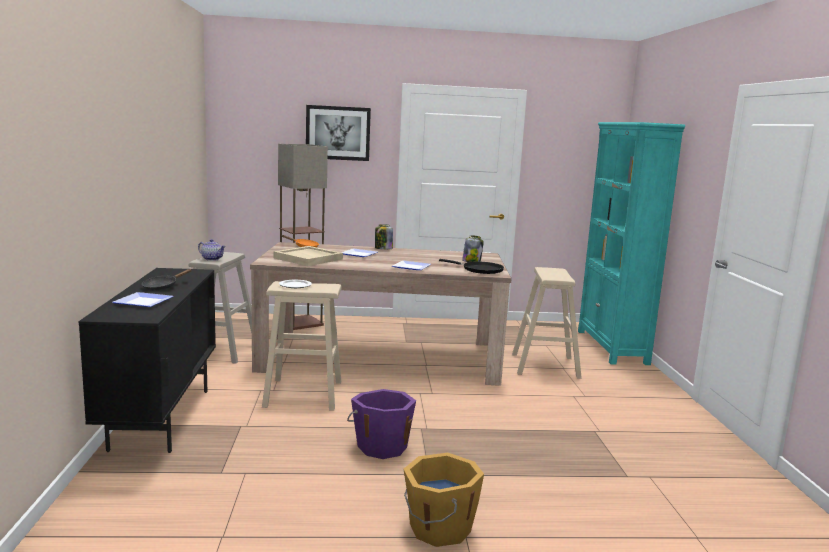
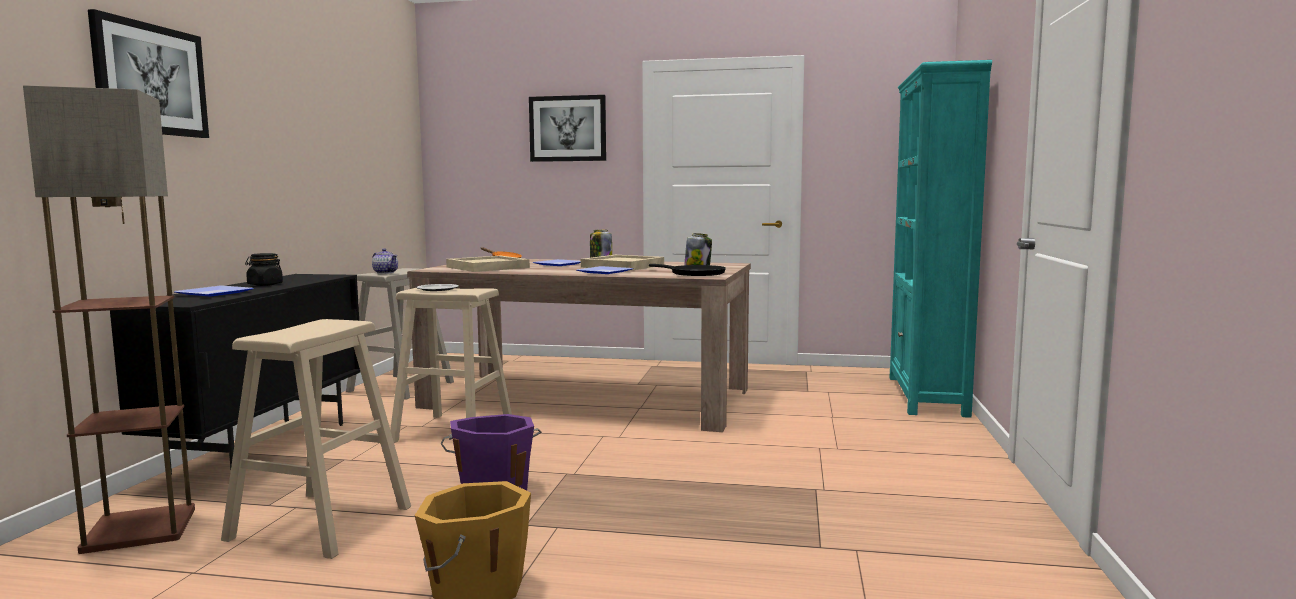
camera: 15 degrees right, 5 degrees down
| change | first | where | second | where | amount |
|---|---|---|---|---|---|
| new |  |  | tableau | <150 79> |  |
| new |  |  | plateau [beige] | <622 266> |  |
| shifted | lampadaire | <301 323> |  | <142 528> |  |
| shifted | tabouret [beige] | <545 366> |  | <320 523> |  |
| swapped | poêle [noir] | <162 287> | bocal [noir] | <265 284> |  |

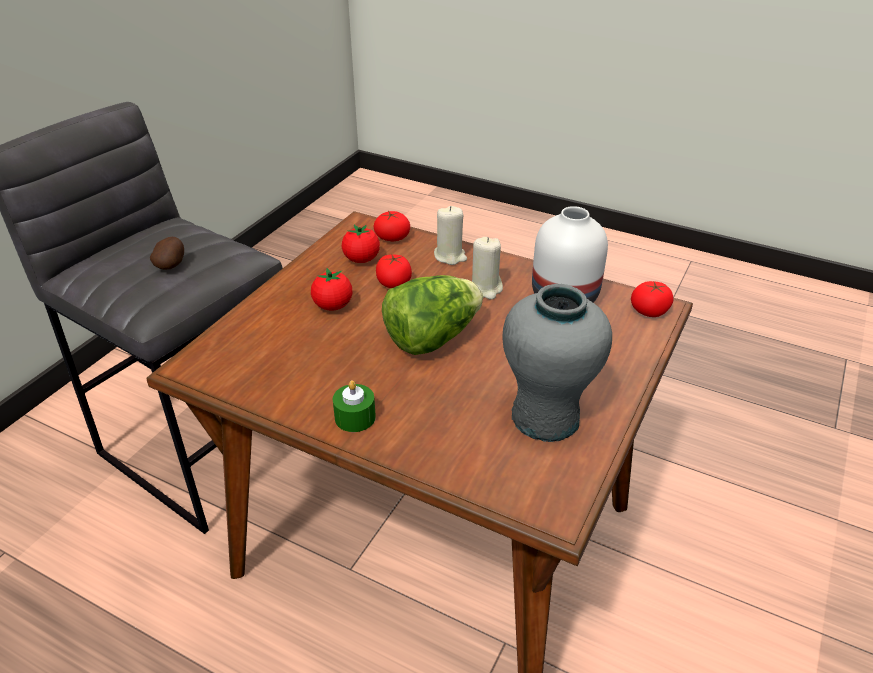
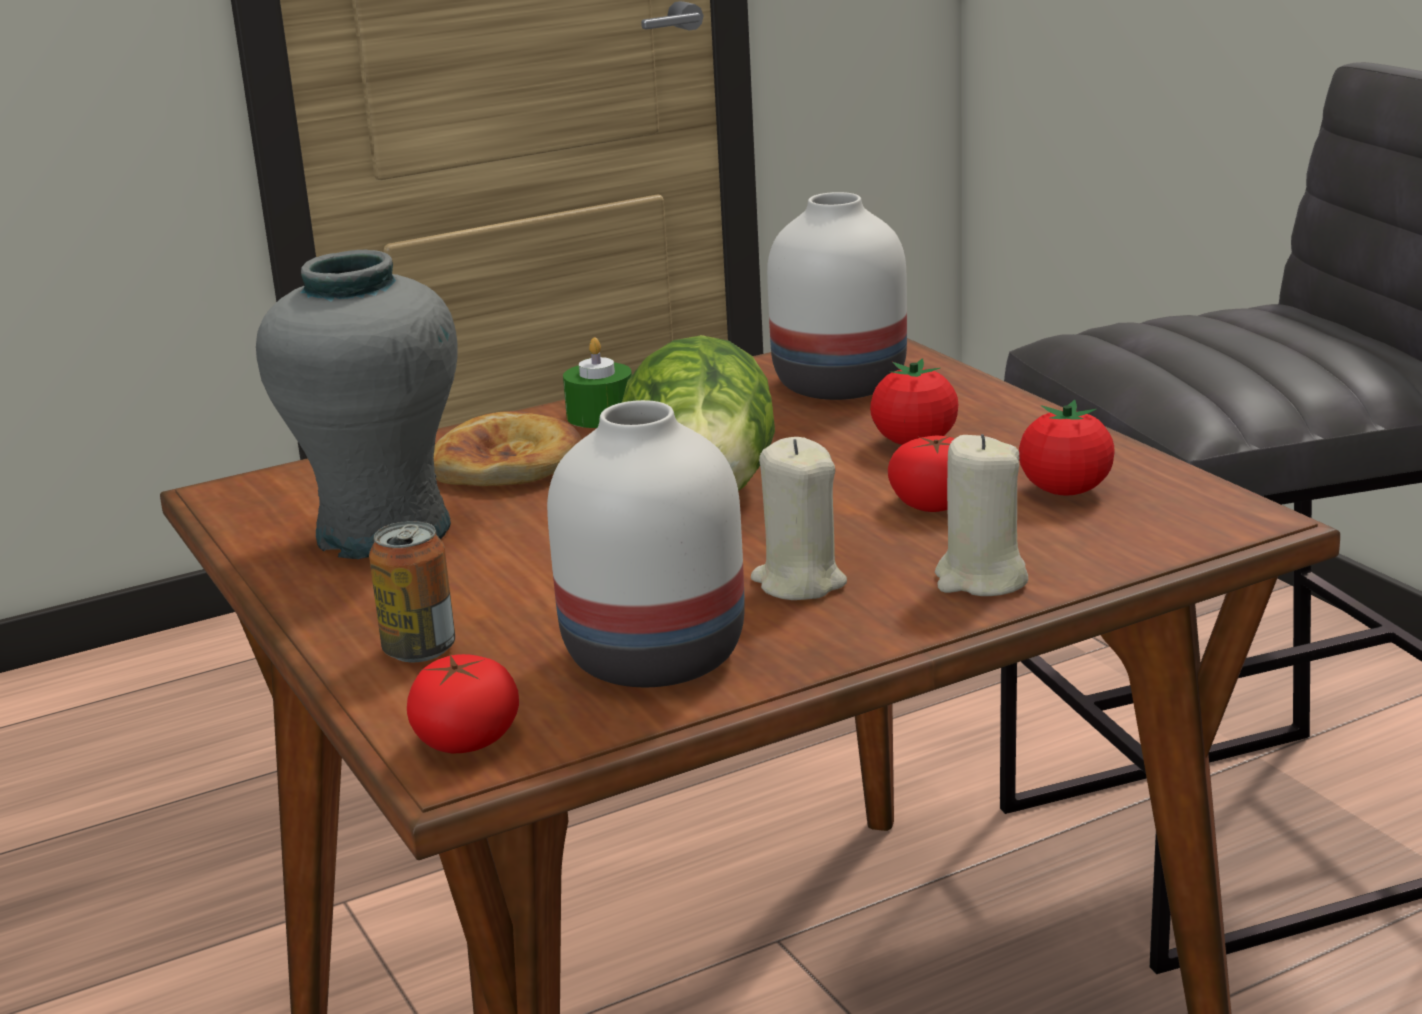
camera: 125 degrees right, 15 degrees down
| change | first | where | second | where | amount |
|---|---|---|---|---|---|
| gone | pomme de terre | <172 265> |  |  |  |
| gone | tomate | <392 237> |  |  |  |
| new |  |  | boîte métallique | <419 650> |  |
| new |  |  | pain | <507 463> |  |
| new |  |  | vase [blanc] | <843 384> |  |

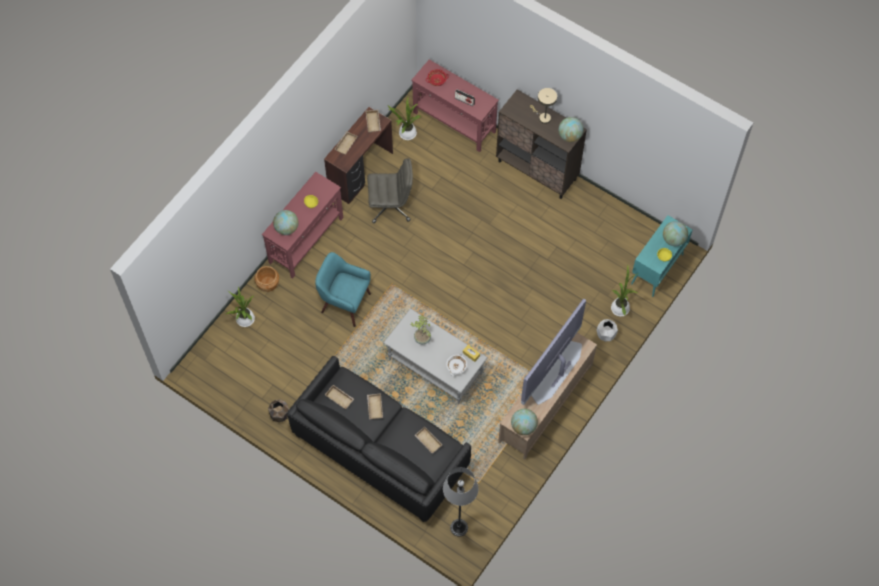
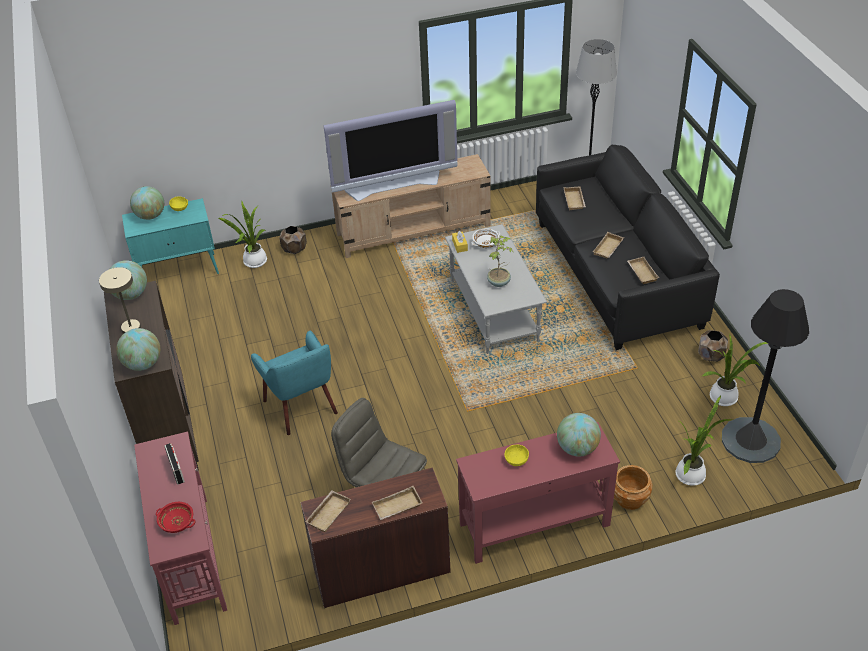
camera: 140 degrees left, 20 degrees down
| change | first | where | second | where | amount |
|---|---|---|---|---|---|
| new |  |  | lampadaire [noir] | <750 440> |  |
| shifted | fauteuil [turquoise] | <345 303> |  | <301 407> |  |
| shifted | plante en pot | <406 133> |  | <725 398> |  |
| shifted | globe | <523 426> |  | <143 364> |  |
| repainted | cache-pot [blanc] | <606 334> | cache-pot [marron] | <294 250> |  |

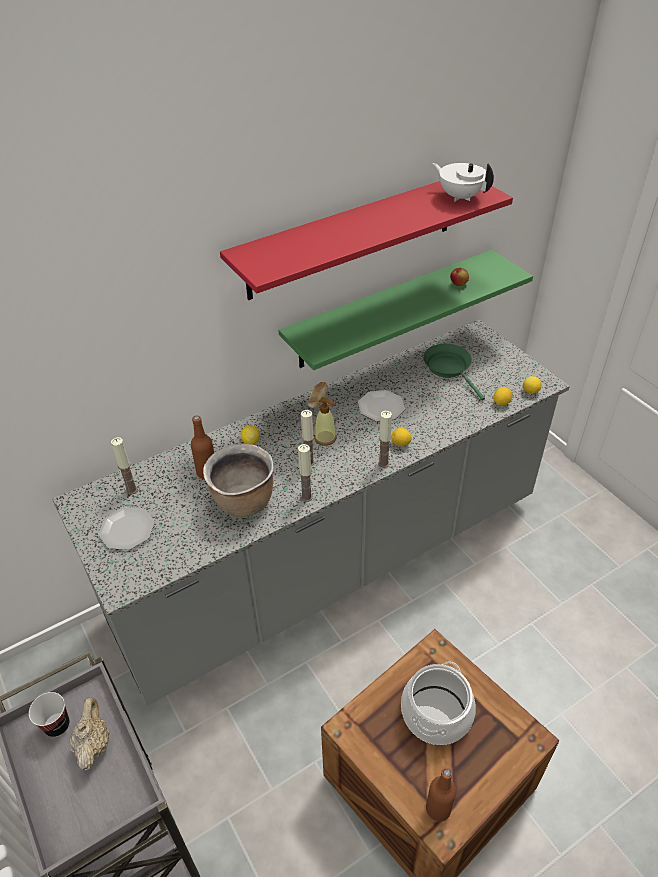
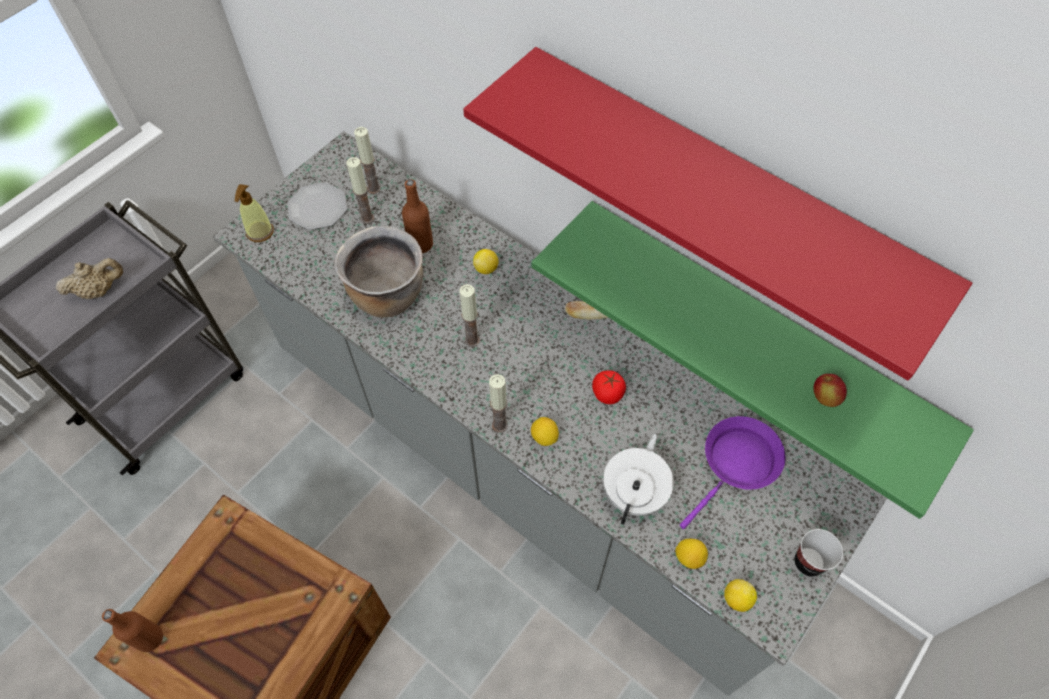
camera: 70 degrees right, 15 degrees up
| change | first | where | second | where | amount |
|---|---|---|---|---|---|
| gone | marmite | <436 714> |  |  |  |
| shifted | tasse | <57 725> |  | <808 562> |  |
| shifted | bougie | <306 497> |  | <367 218> |  |
| shifted | distributeur de savon | <325 438> |  | <260 232> |  |
| shifted | théière [blanc] | <460 197> |  | <635 492> |  |
| swapped | assiette | <381 407> | tomate | <607 393> |  |
| repainted | poêle [vert] | <449 369> | poêle [violet] | <737 465> |  |

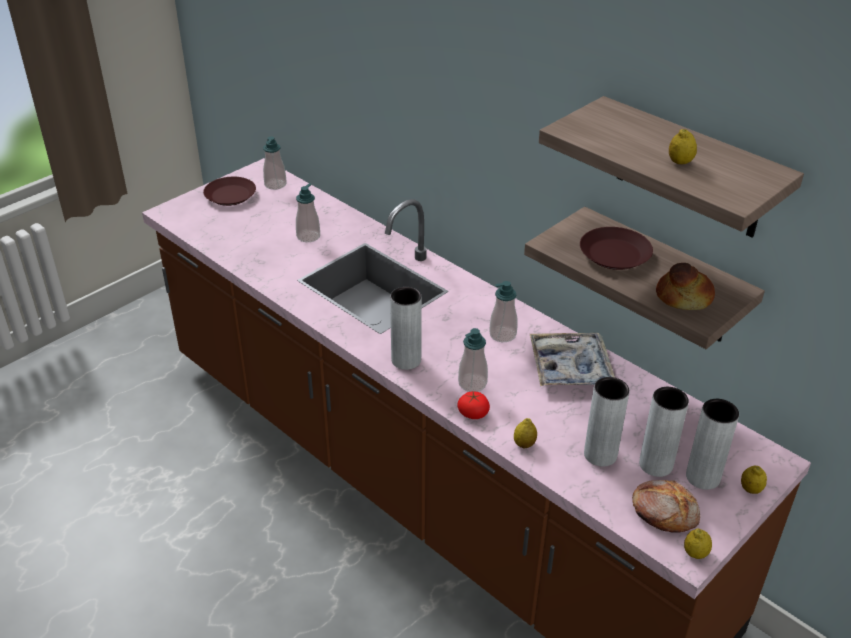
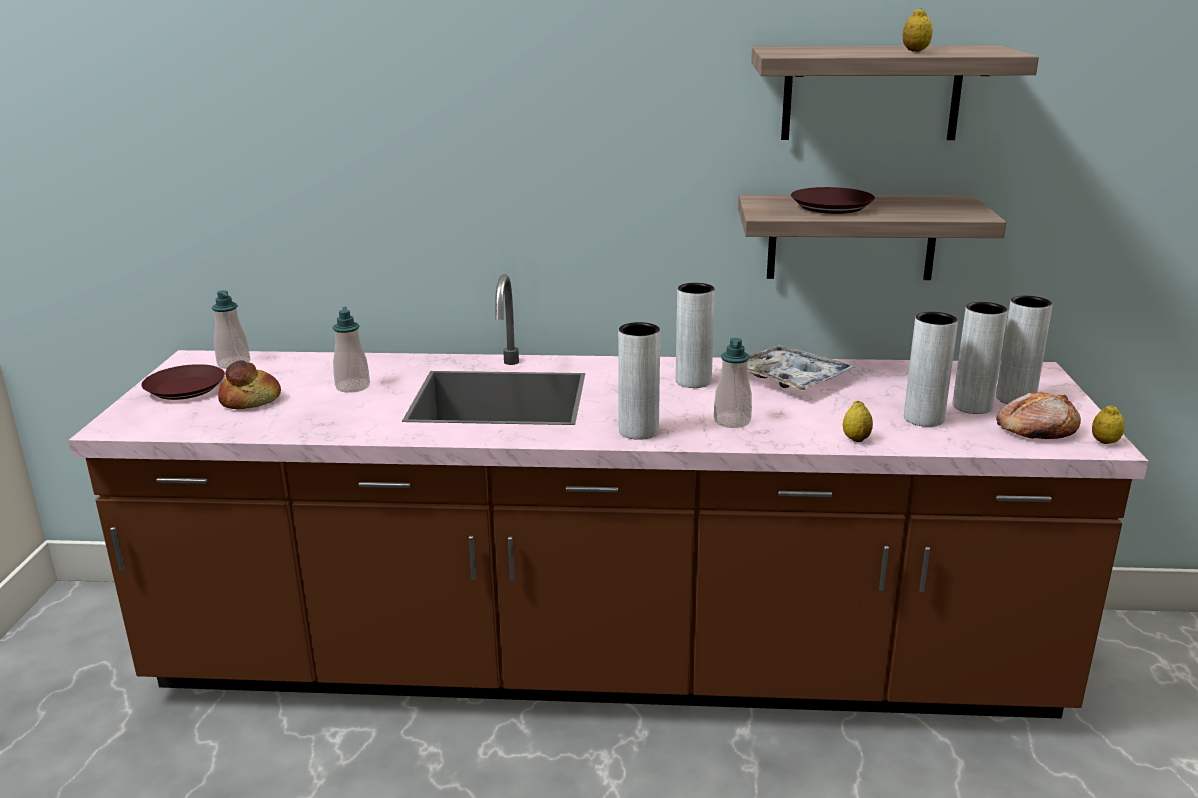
camera: 40 degrees left, 15 degrees down
| change | first | where | second | where | amount |
|---|---|---|---|---|---|
| gone | tomate | <473 413> |  |  |  |
| gone | citron | <750 489> |  |  |  |
| shifted | pain | <684 298> |  | <251 401> |  |
| swapped | distributeur de savon | <502 334> | vase [gris] | <693 381> |  |

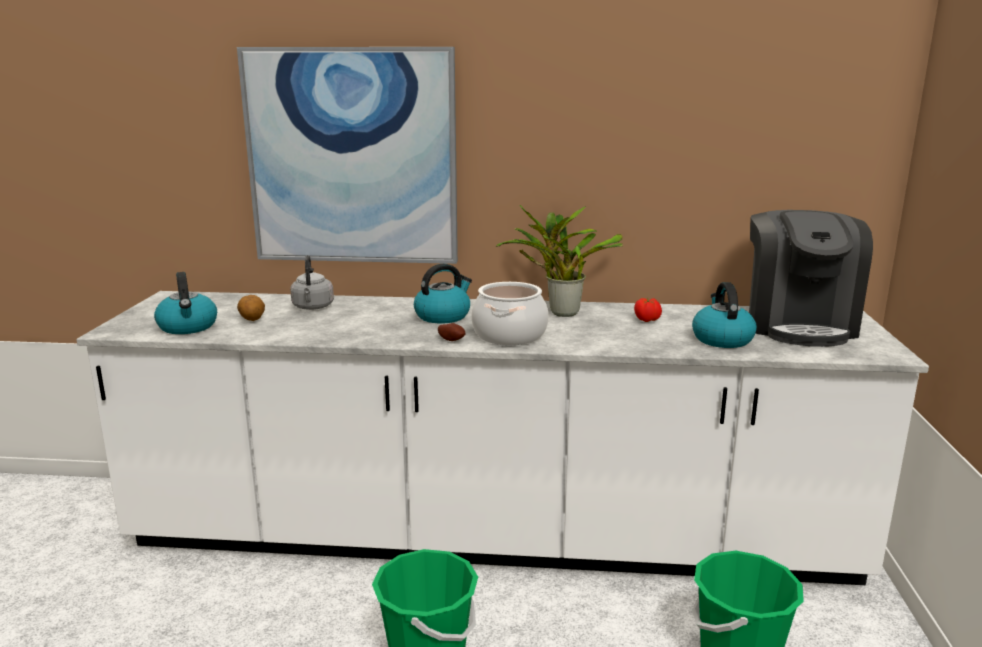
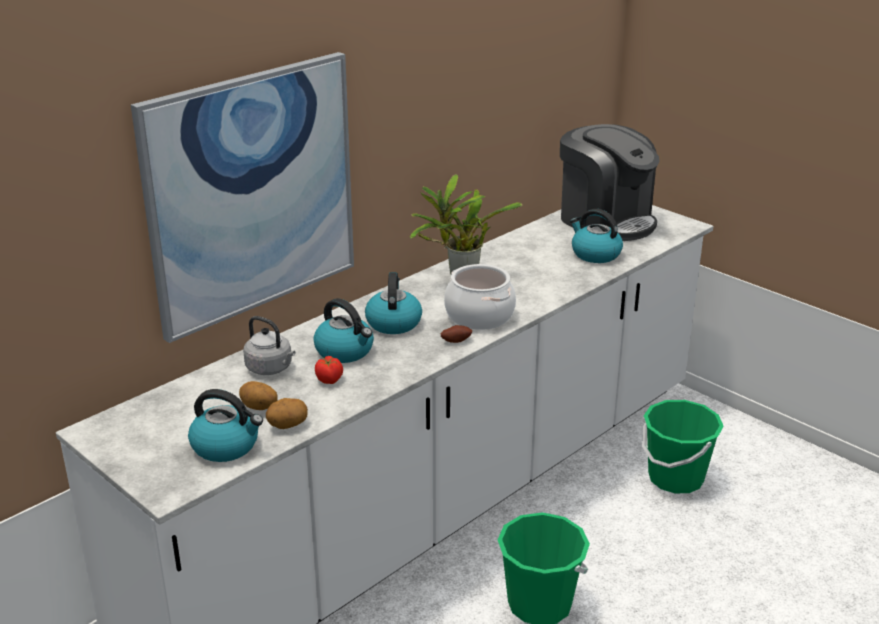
camera: 50 degrees left, 10 degrees up
| change | first | where | second | where | amount |
|---|---|---|---|---|---|
| new |  |  | pomme de terre | <287 425> |  |
| new |  |  | bouilloire | <345 351> |  |
| shifted | tomate | <647 320> |  | <329 380> |  |

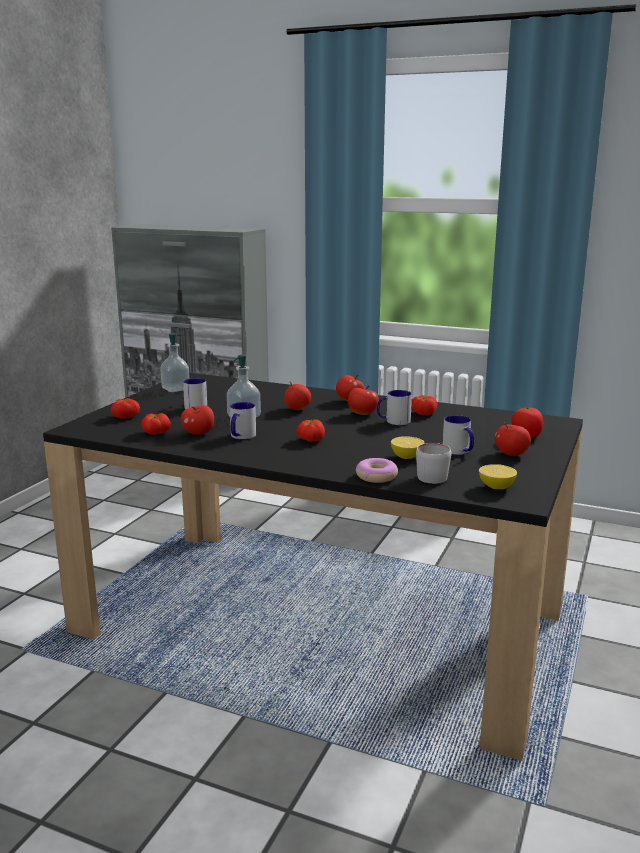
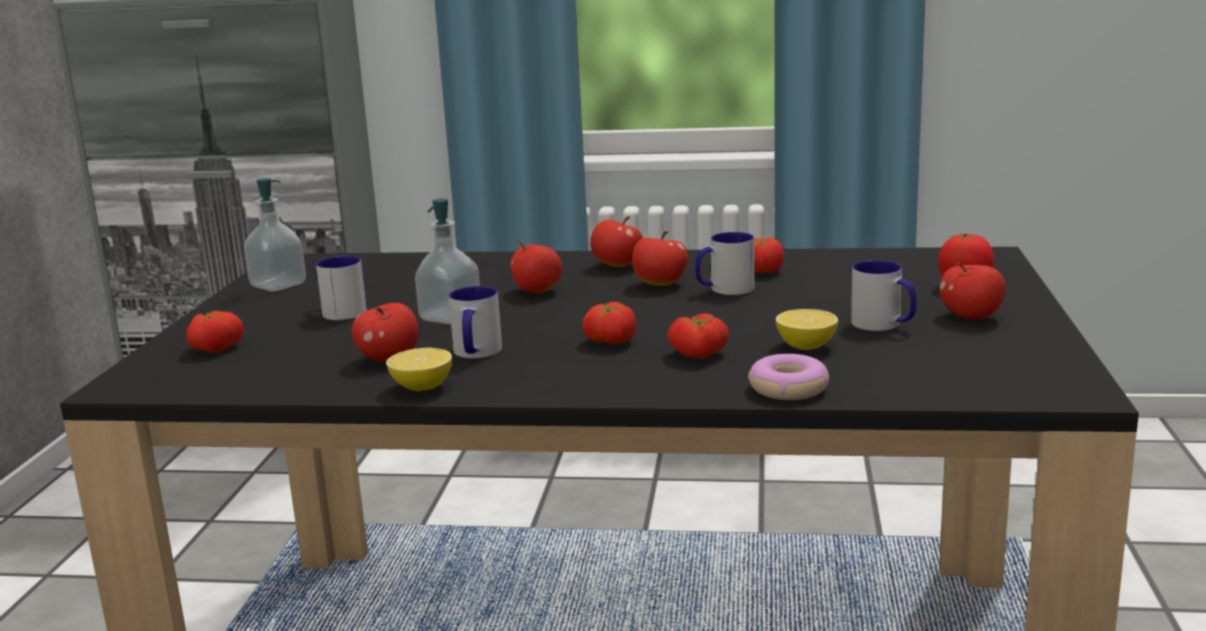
camera: 15 degrees left, 0 degrees up
| change | first | where | second | where | amount |
|---|---|---|---|---|---|
| gone | mug [gris] | <434 475> |  |  |  |
| shifted | tomate | <155 433> |  | <698 355> |  |
| shifted | citron | <496 487> |  | <422 387> |  |

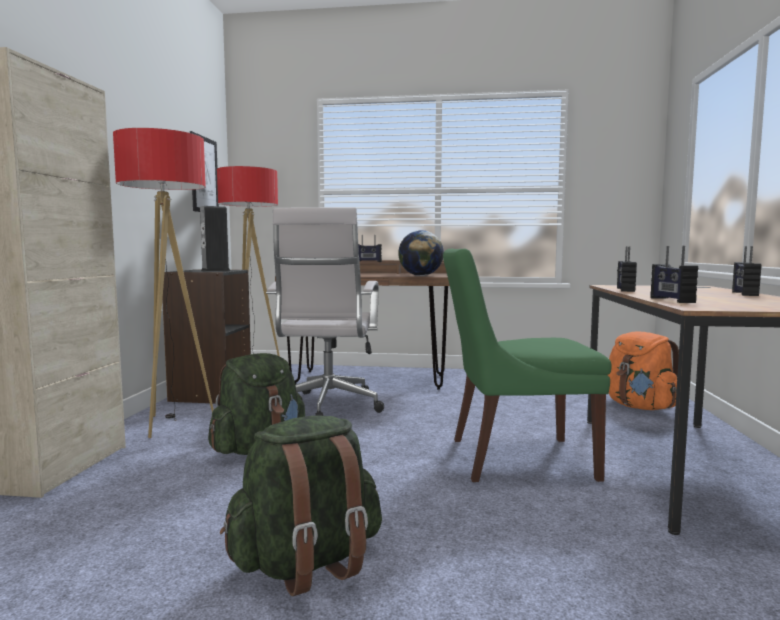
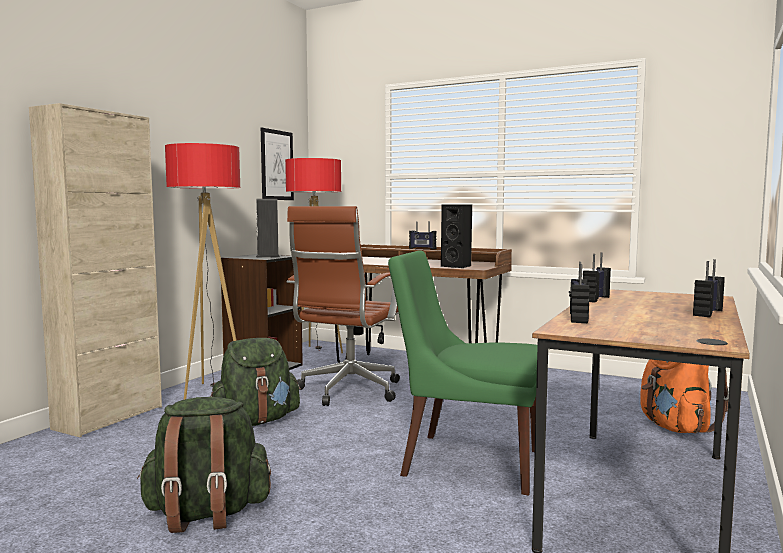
camera: 20 degrees right, 0 degrees up
| change | first | where | second | where | amount |
|---|---|---|---|---|---|
| swapped | globe | <421 275> | enceinte [noir] | <458 266> |  |
| repainted | chaise de bureau [blanc] | <327 408> | chaise de bureau [marron] | <347 392> |  |

